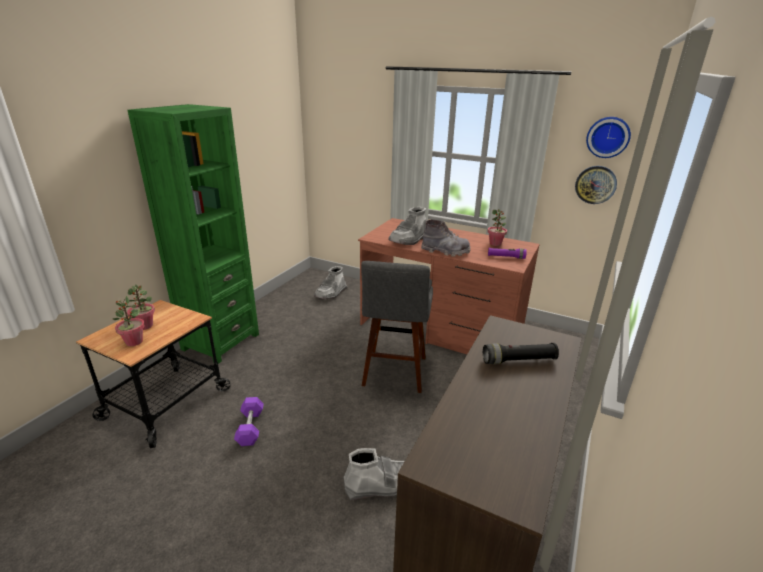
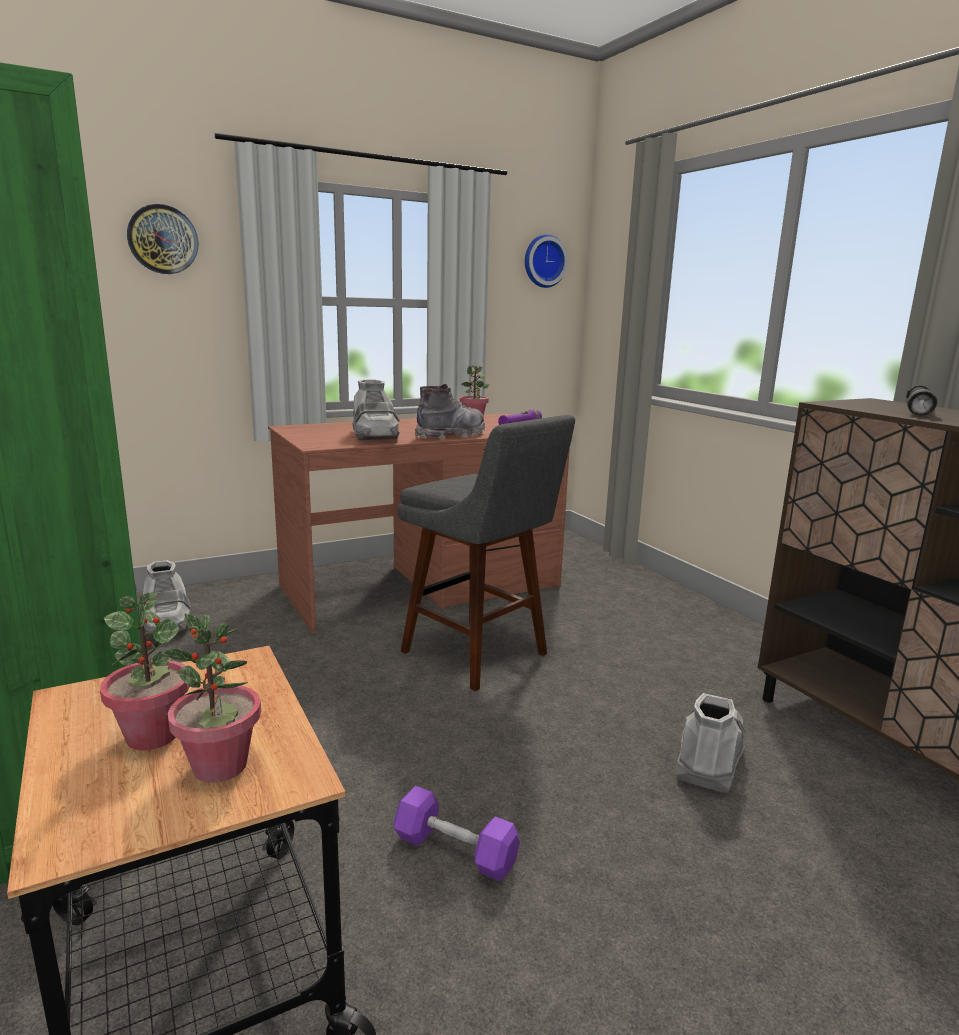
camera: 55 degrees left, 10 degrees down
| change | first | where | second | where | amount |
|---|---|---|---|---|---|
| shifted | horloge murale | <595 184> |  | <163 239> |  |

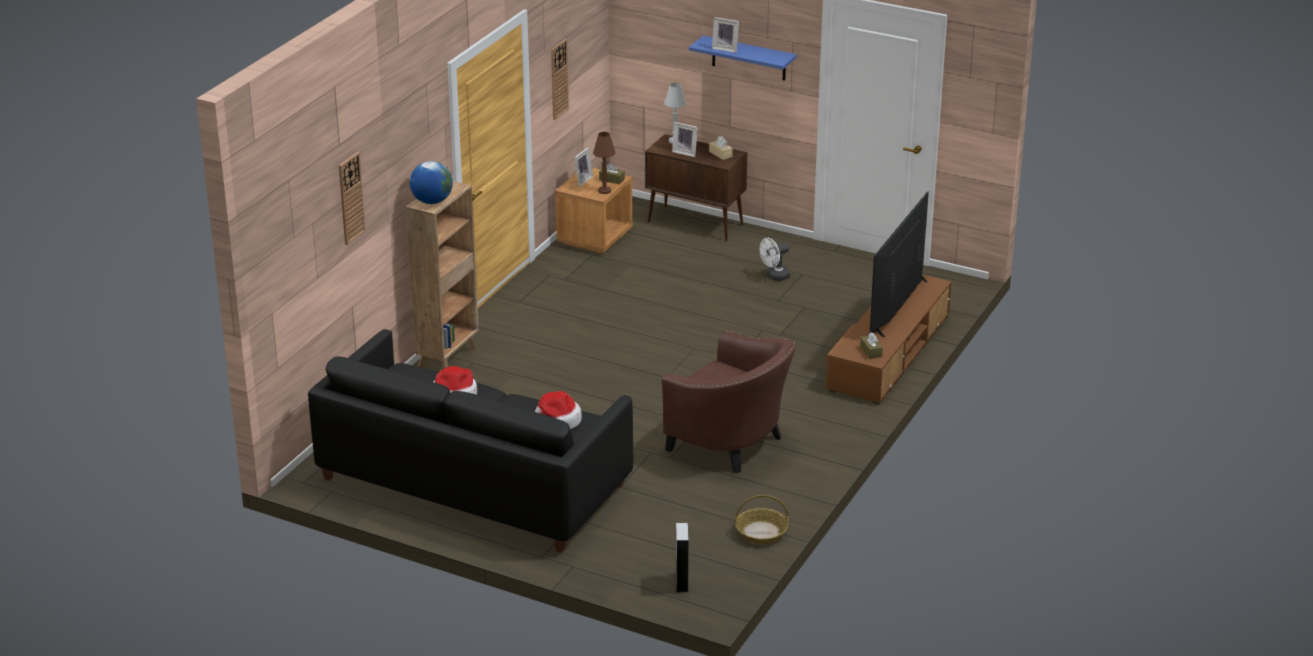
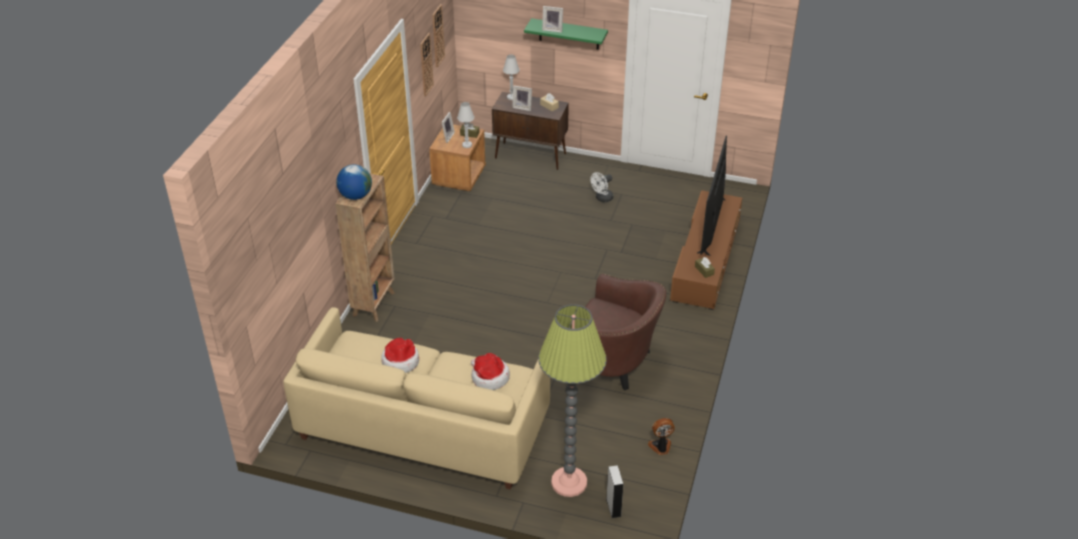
camera: 10 degrees left, 10 degrees up
| change | first | where | second | where | amount |
|---|---|---|---|---|---|
| new |  |  | lampadaire | <569 482> |  |
| shifted | horloge murale | <351 198> |  | <438 36> |  |
| swapped | panier | <761 532> | ventilateur | <661 447> |  |
| repainted | canapé [noir] | <473 482> | canapé [beige] | <423 425> |  |
| repainted | lampe de table [marron] | <604 191> | lampe de table [blanc] | <467 145> |  |
| repainted | étagère [bleu] | <749 58> | étagère [vert] | <569 34> |  |

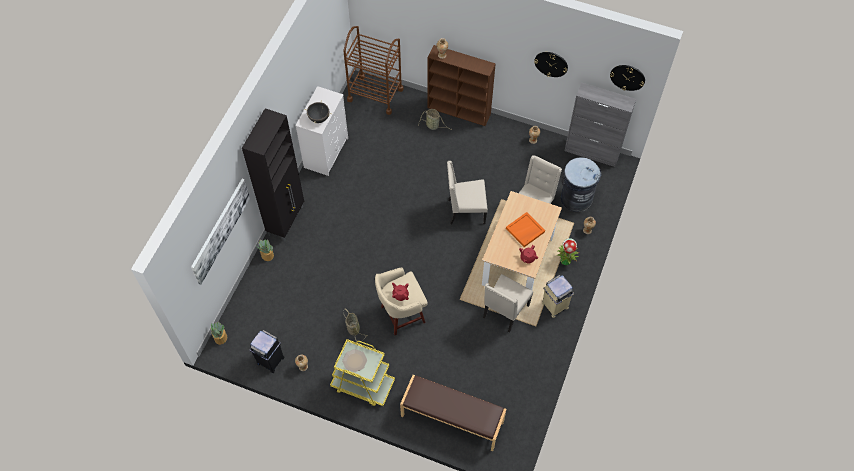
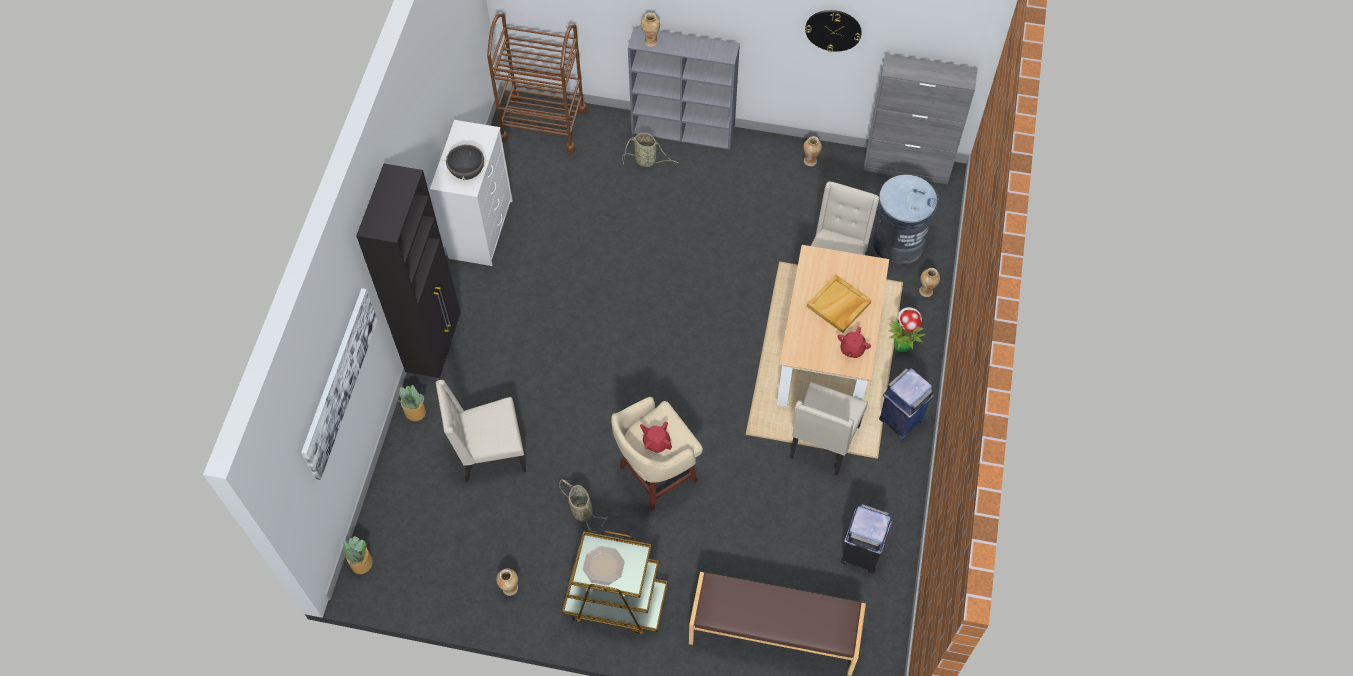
camera: 10 degrees left, 0 degrees up
| change | first | where | second | where | amount |
|---|---|---|---|---|---|
| gone | horloge murale | <627 77> |  |  |  |
| shifted | poubelle [noir] | <270 360> |  | <861 553> |  |
| shifted | chaise [beige] | <465 211> |  | <489 453> |  |
| repainted | chariot [jaune] | <362 385> | chariot [marron] | <615 601> |  |
| repainted | bibliothèque [marron] | <459 111> | bibliothèque [gris] | <684 131> |  |
| repainted | plateau [orange] | <525 230> | plateau [beige] | <838 305> |  |
| repainted | poubelle [beige] | <554 306> | poubelle [bleu] | <900 420> |  |

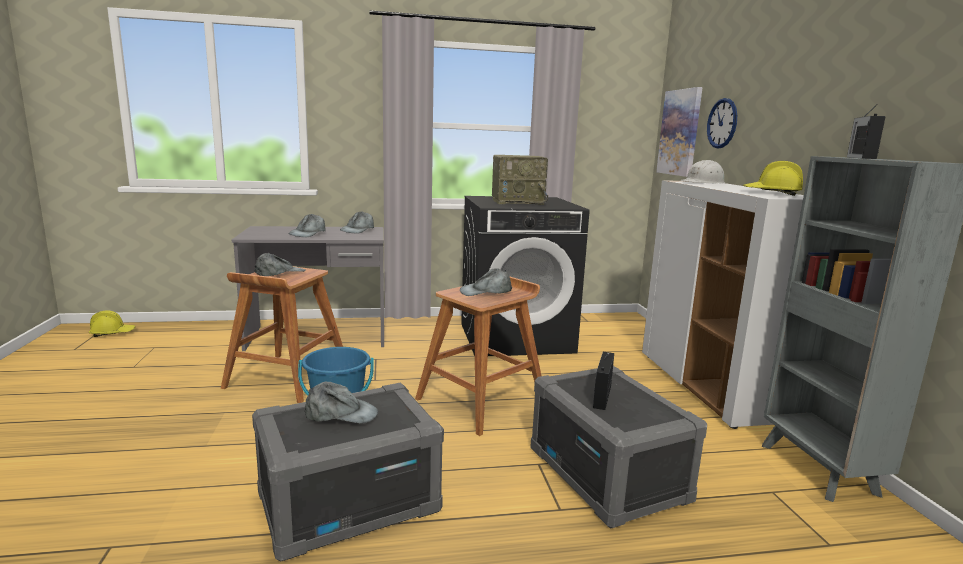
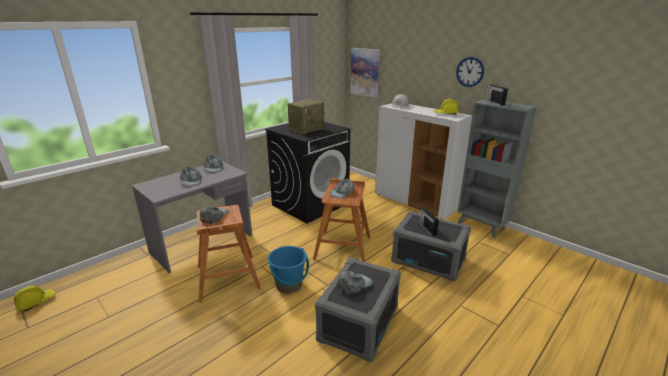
camera: 35 degrees left, 10 degrees up
| change | first | where | second | where | amount |
|---|---|---|---|---|---|
| shifted | horloge murale | <722 123> |  | <470 71> |  |

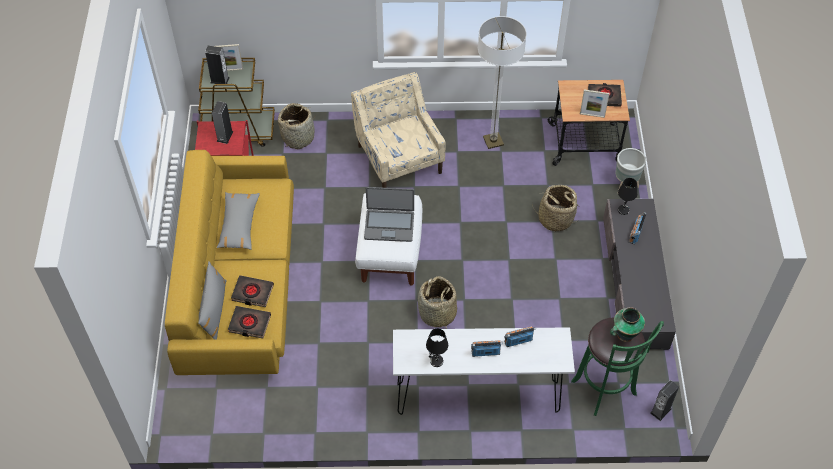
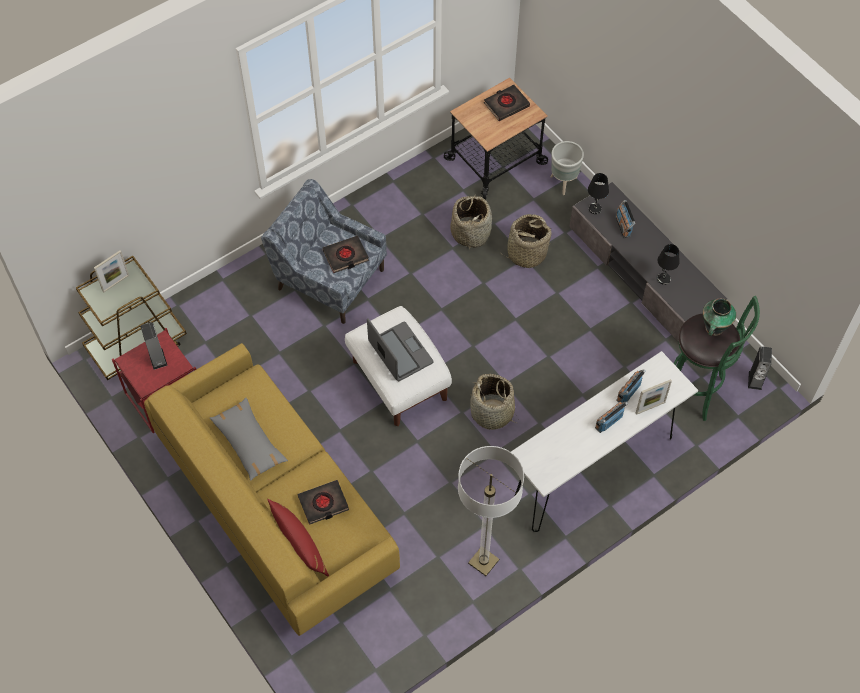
camera: 35 degrees left, 5 degrees up
| change | first | where | second | where | amount |
|---|---|---|---|---|---|
| gone | enceinte | <219 80> |  |  |  |
| shifted | livre [noir] | <249 324> |  | <345 256> |  |
| shifted | panier | <298 137> |  | <471 233> |  |
| shifted | lampe de table [noir] | <436 361> |  | <663 279> |  |
| shifted | lampadaire | <493 141> |  | <483 561> |  |
| shifted | cadre photo | <592 115> |  | <650 407> |  |
| repainted | coussin [gris] | <214 310> | coussin [rouge] | <299 545> |  |
| repainted | fauteuil [beige] | <399 158> | fauteuil [bleu] | <329 278> |  |
| rotated | ordinateur portable | <389 225> |  | <400 353> | 90 degrees counterclockwise |

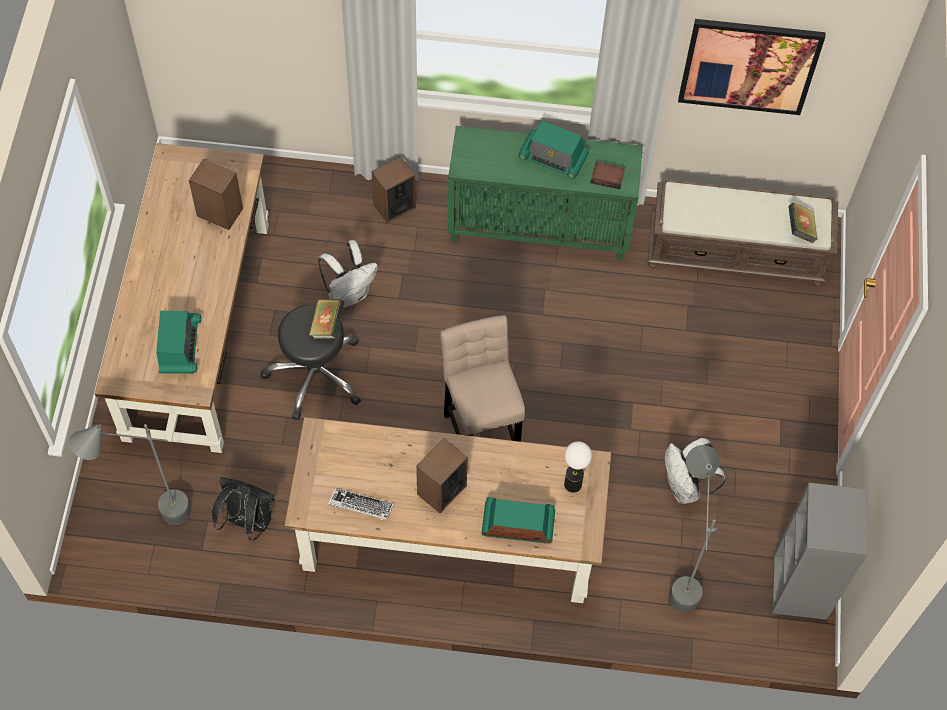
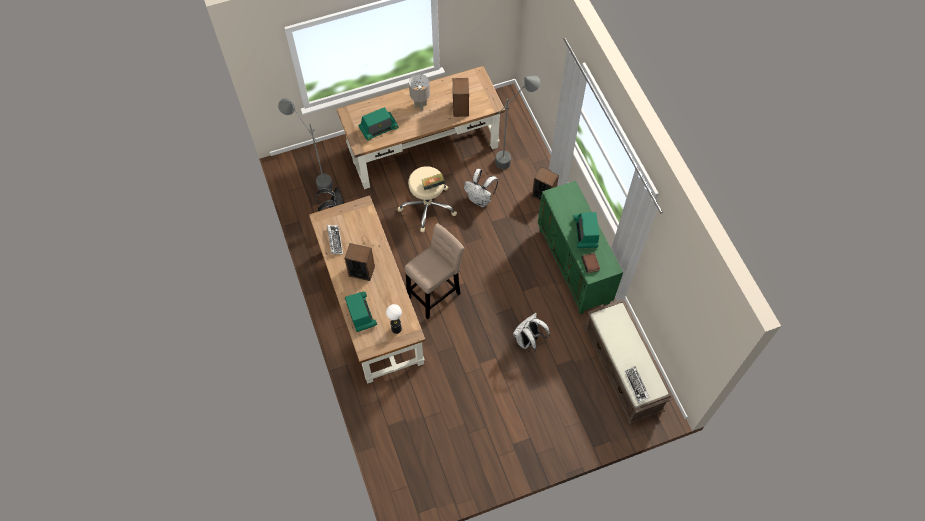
camera: 65 degrees right, 0 degrees up
| change | first | where | second | where | amount |
|---|---|---|---|---|---|
| gone | tableau | <749 66> |  |  |  |
| gone | bibliothèque [gris] | <800 587> |  |  |  |
| new |  |  | lampe de table [gris] | <420 106> |  |
| shifted | sac à dos [blanc] | <685 488> |  | <528 341> |  |
| shifted | lampadaire [gris] | <679 573> |  | <513 156> |  |
| swapped | livre | <800 229> | clavier | <636 385> |  |
| repainted | tabouret [noir] | <315 374> | tabouret [beige] | <427 206> |  |

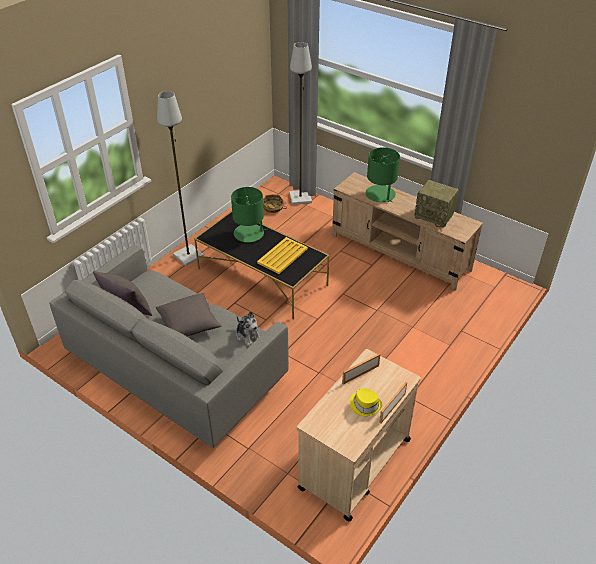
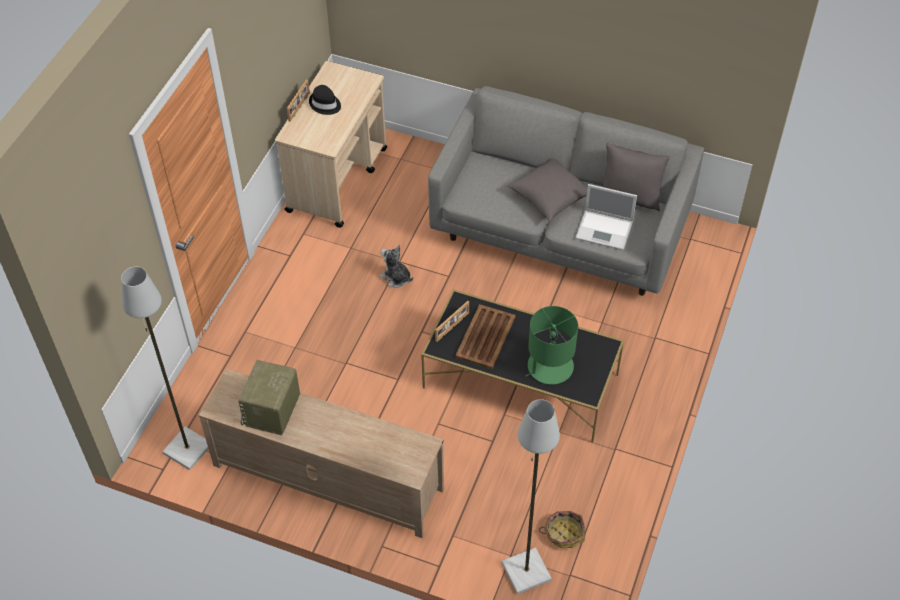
camera: 165 degrees right, 10 degrees up
| change | first | where | second | where | amount |
|---|---|---|---|---|---|
| gone | lampe de table [vert] | <380 194> |  |  |  |
| new |  |  | ordinateur portable | <605 230> |  |
| shifted | lampadaire [gris] | <188 255> |  | <188 450> |  |
| shifted | peluche | <248 336> |  | <396 278> |  |
| shifted | cadre photo | <360 374> |  | <453 327> |  |
| repainted | plateau [jaune] | <282 256> | plateau [marron] | <486 336> |  |
| repainted | chapeau [jaune] | <365 405> | chapeau [noir] | <325 104> |  |
| rotated | radio | <434 216> |  | <272 412> | 90 degrees counterclockwise |

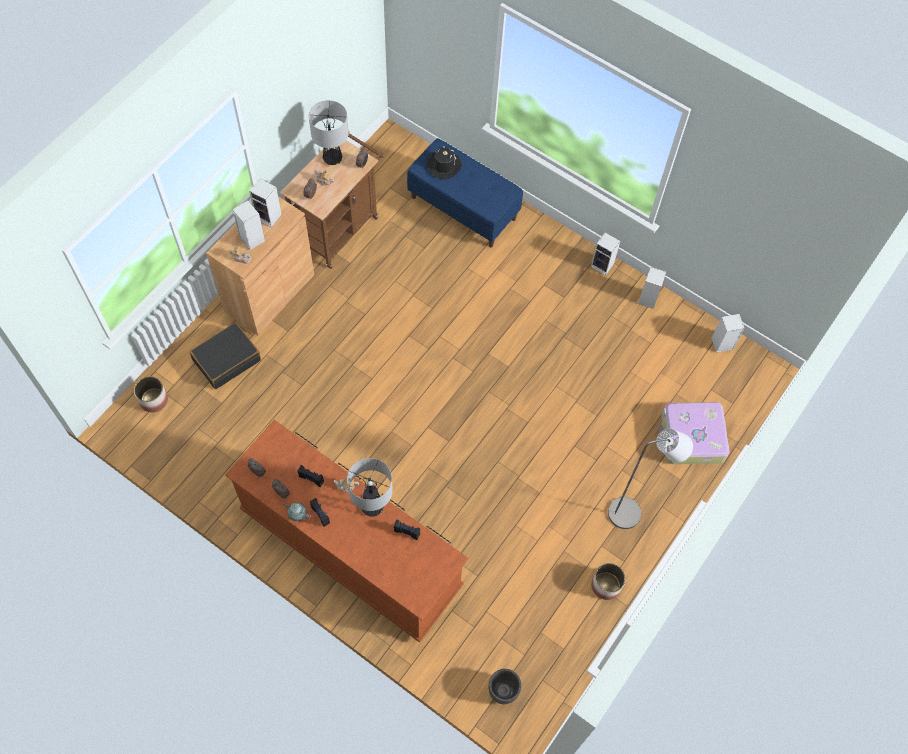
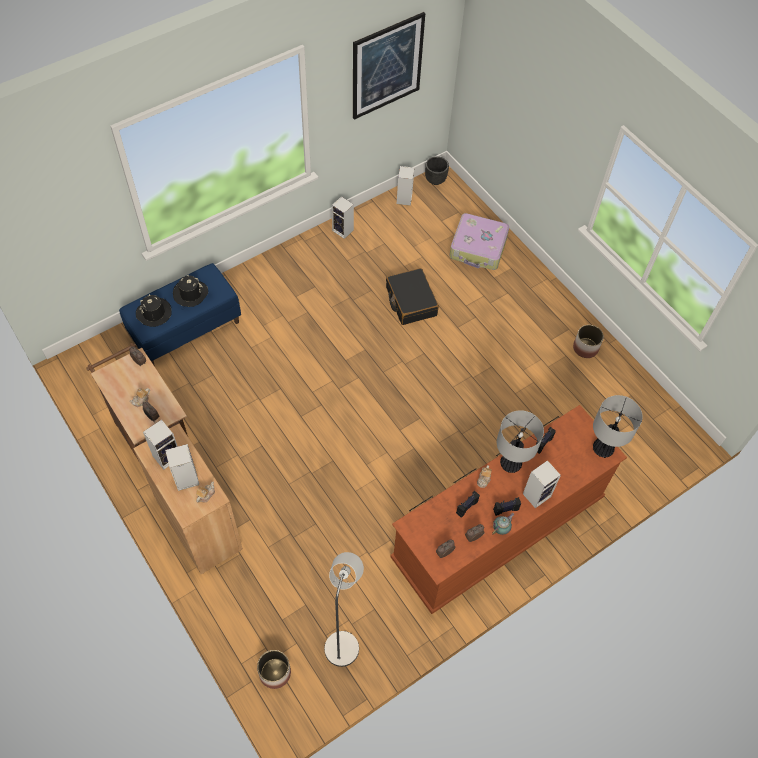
camera: 70 degrees left, 5 degrees down
| change | first | where | second | where | amount |
|---|---|---|---|---|---|
| new |  |  | chapeau [noir] | <190 293> |  |
| new |  |  | tableau | <387 66> |  |
| shifted | valise [noir] | <226 360> |  | <410 302> |  |
| shifted | lampe de table | <332 159> |  | <603 449> |  |
| shifted | cache-pot [noir] | <503 691> |  | <435 180> |  |
| shifted | enceinte | <603 265> |  | <537 494> |  |
| shifted | lampadaire [gris] | <631 513> |  | <343 642> |  |

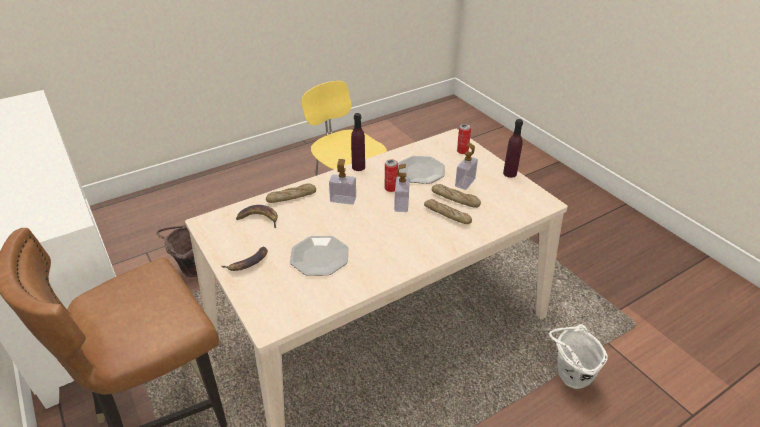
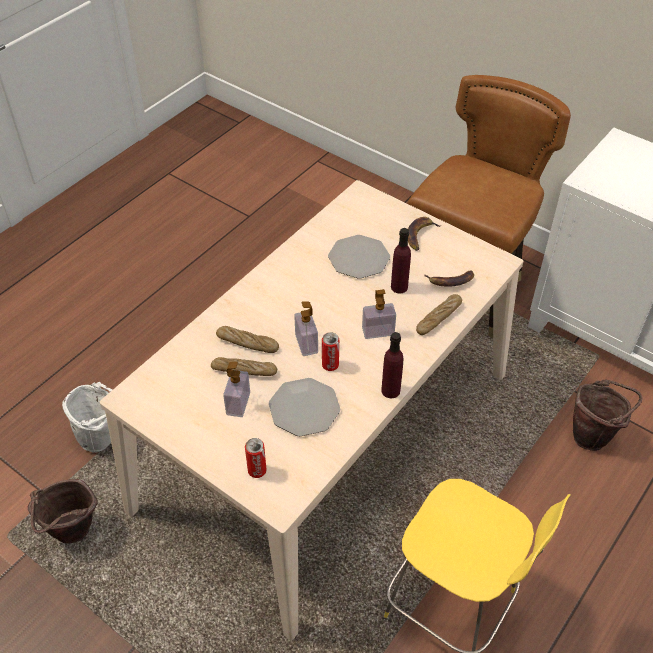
camera: 160 degrees right, 10 degrees up
| change | first | where | second | where | amount |
|---|---|---|---|---|---|
| new |  |  | seau [marron] | <73 535> |  |
| shifted | bouteille [violet] | <509 173> |  | <399 287> |  |

